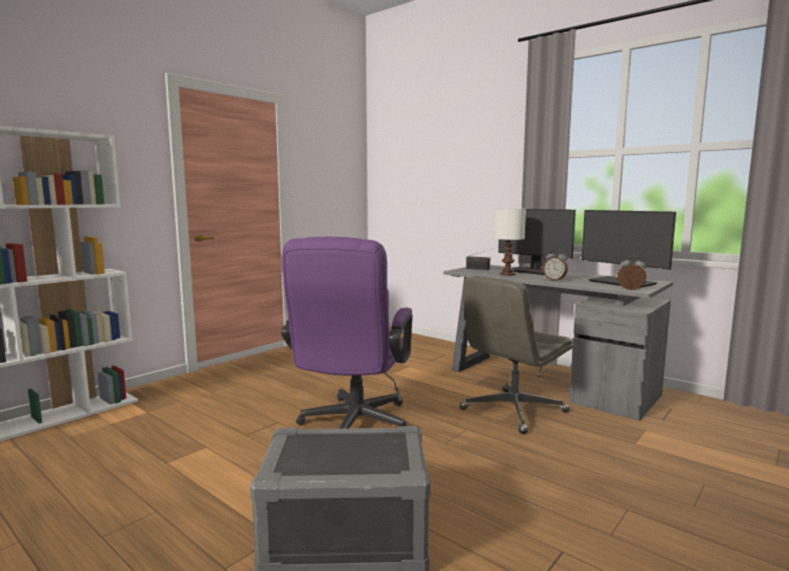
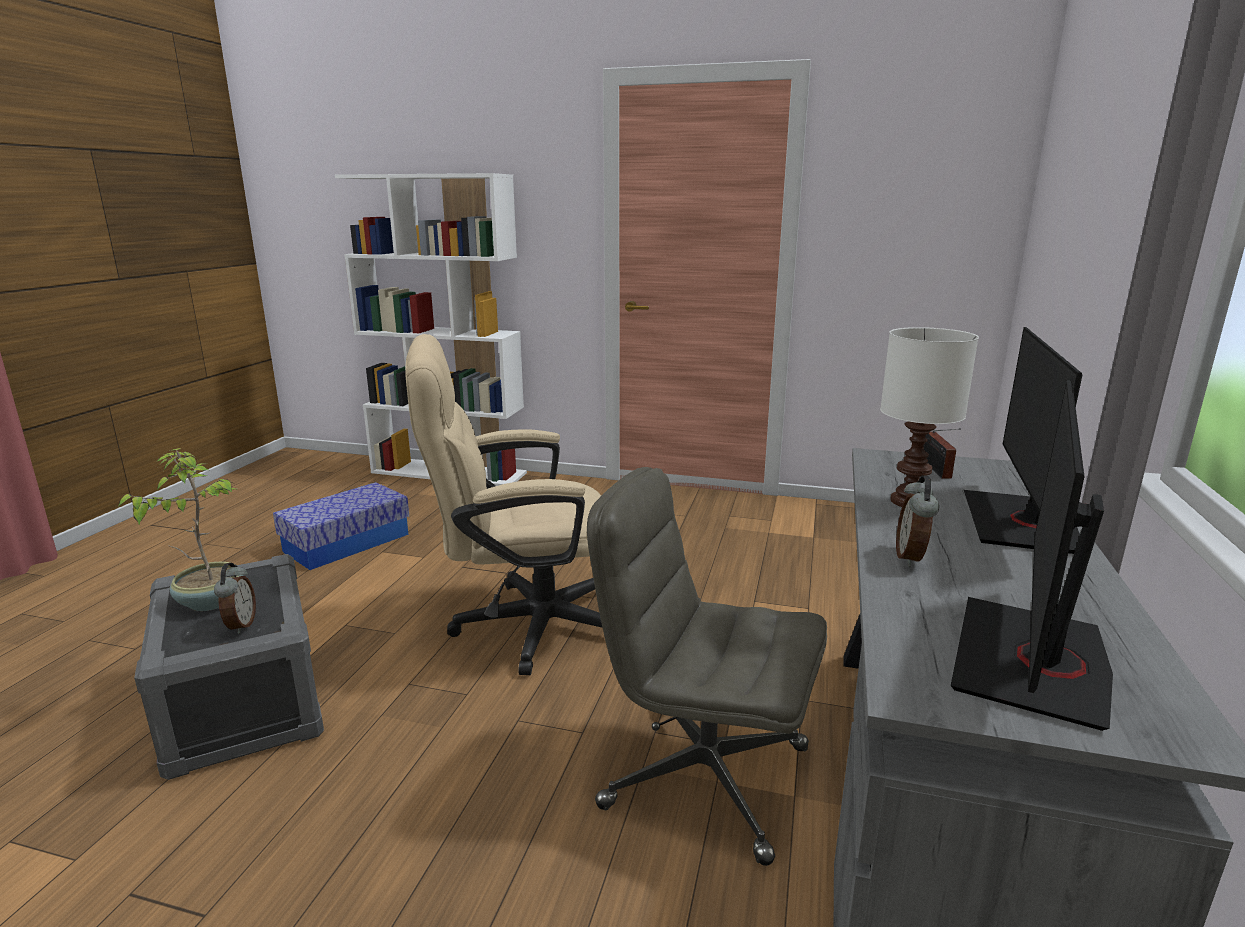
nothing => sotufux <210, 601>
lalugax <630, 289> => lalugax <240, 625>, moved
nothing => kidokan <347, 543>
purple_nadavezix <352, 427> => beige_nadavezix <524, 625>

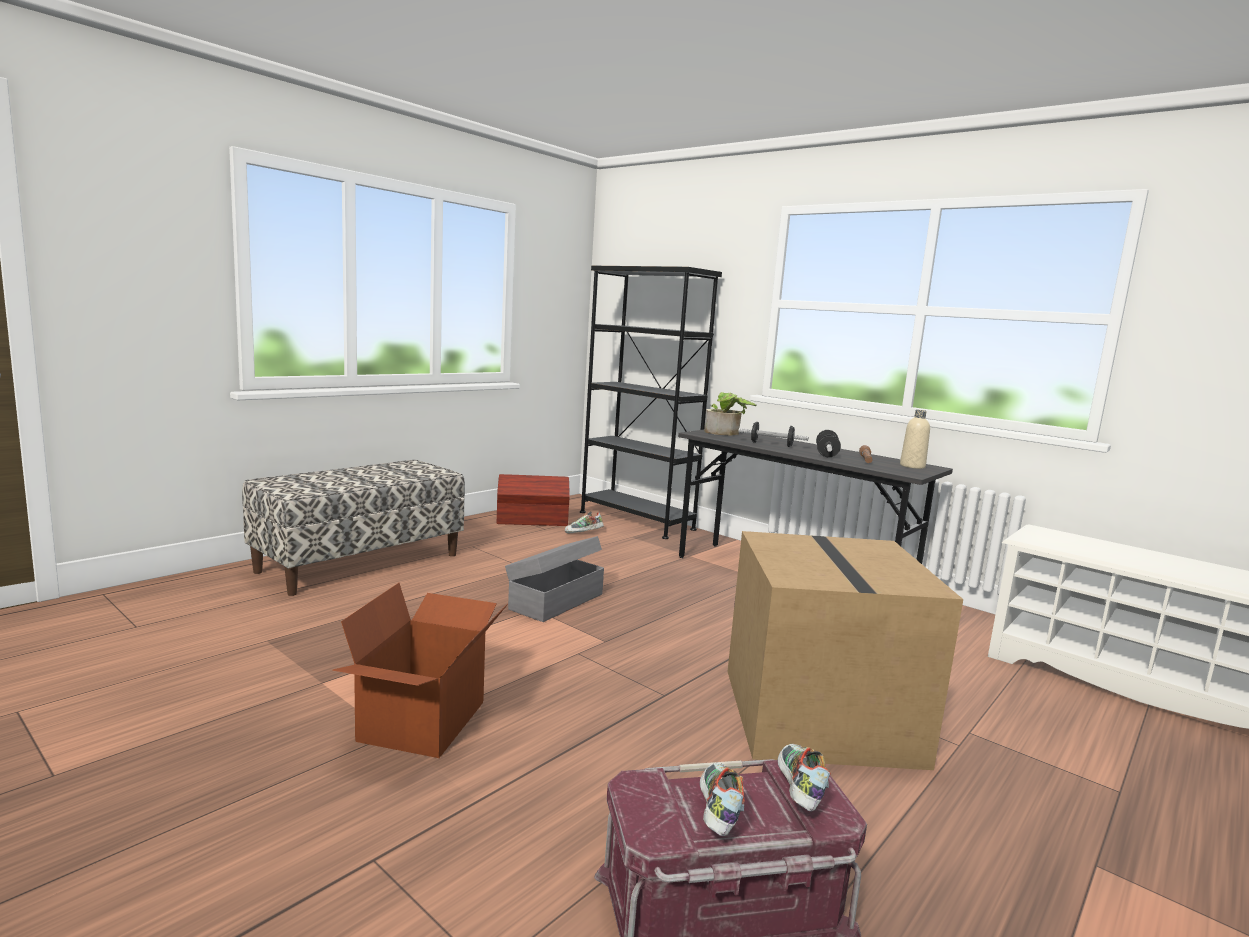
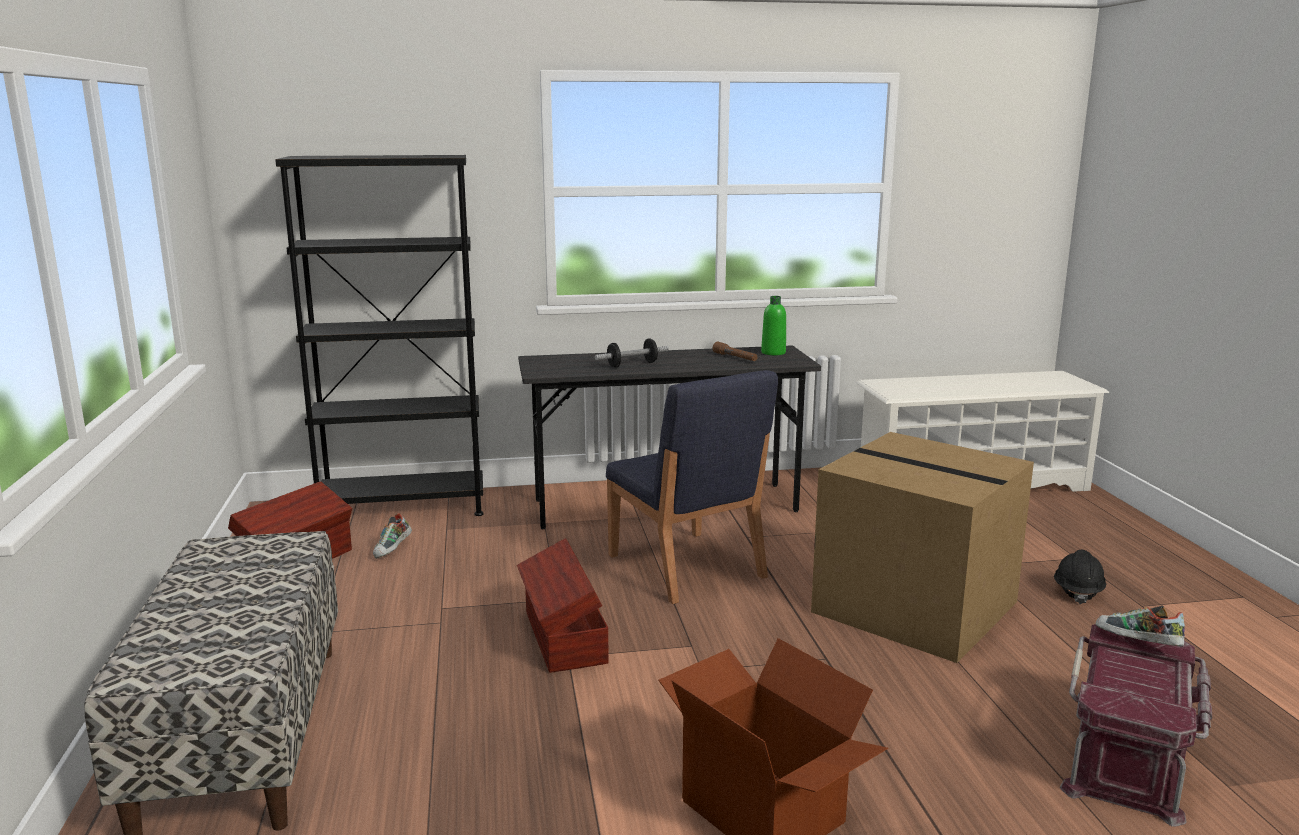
grey_kidokan <555, 601> => brown_kidokan <563, 638>
nothing => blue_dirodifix <686, 567>
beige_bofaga <912, 466> => green_bofaga <773, 353>
nothing => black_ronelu <1077, 591>
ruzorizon <717, 813> => nothing
sotufux <726, 433> => nothing
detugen <826, 454> => nothing

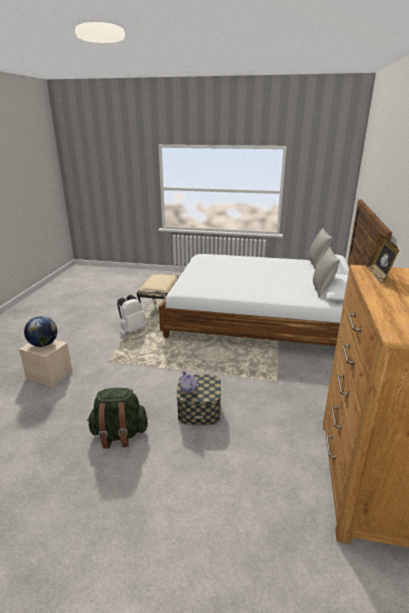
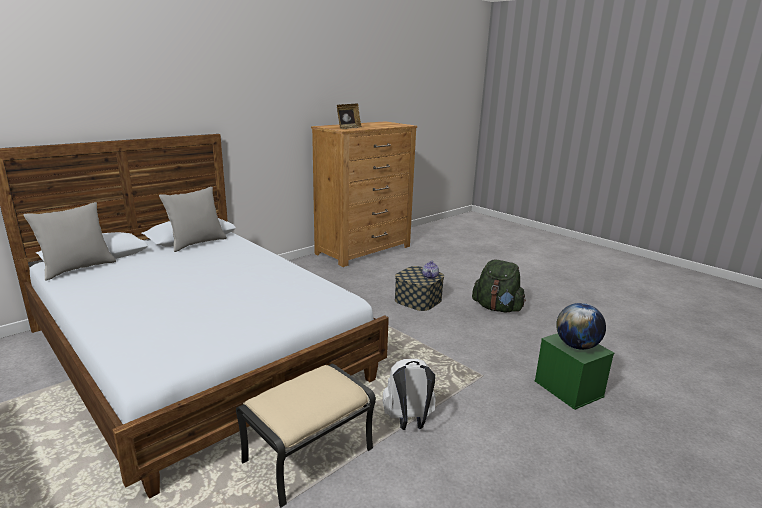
beige_kidokan <50, 374> => green_kidokan <567, 388>

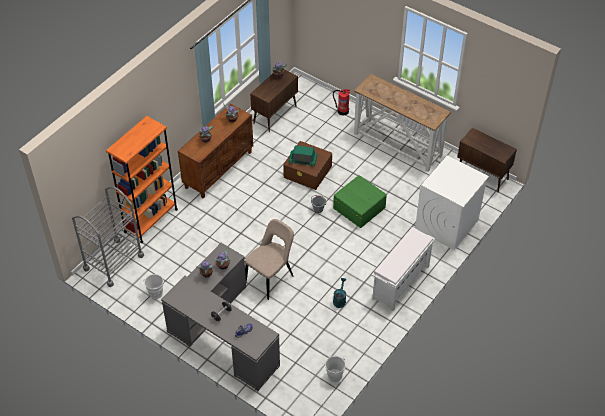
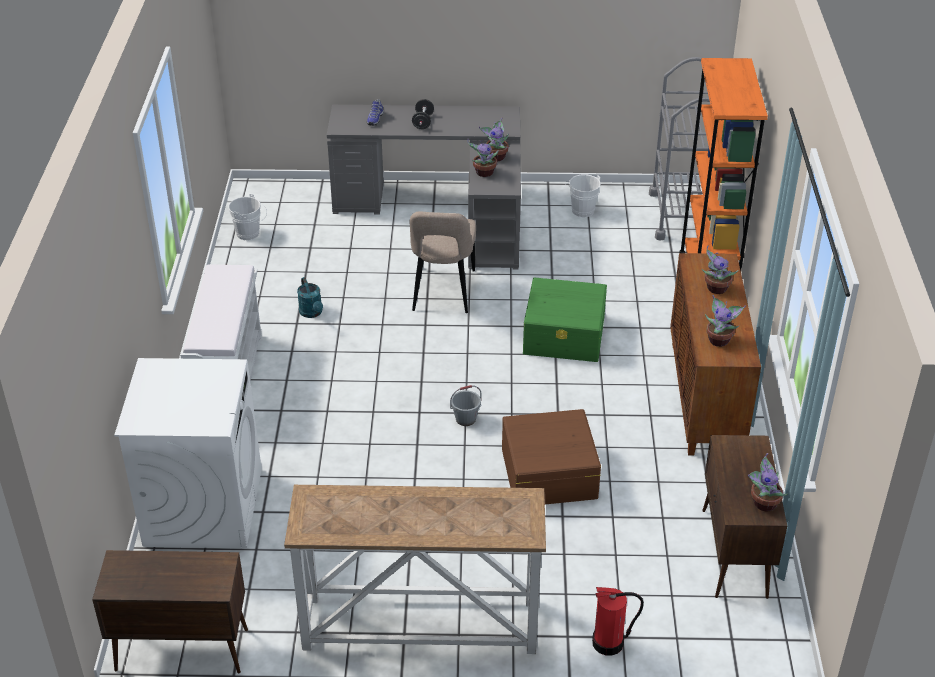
green_kidokan <359, 207> => green_kidokan <565, 334>, moved
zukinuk <303, 160> => nothing

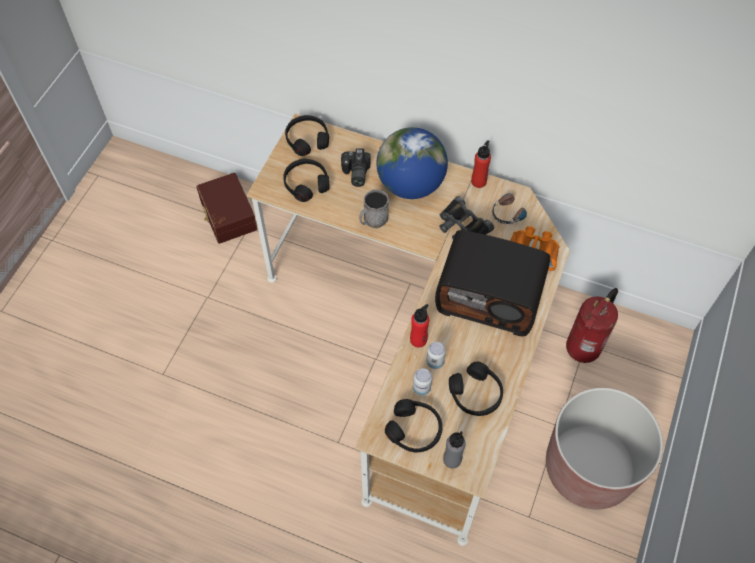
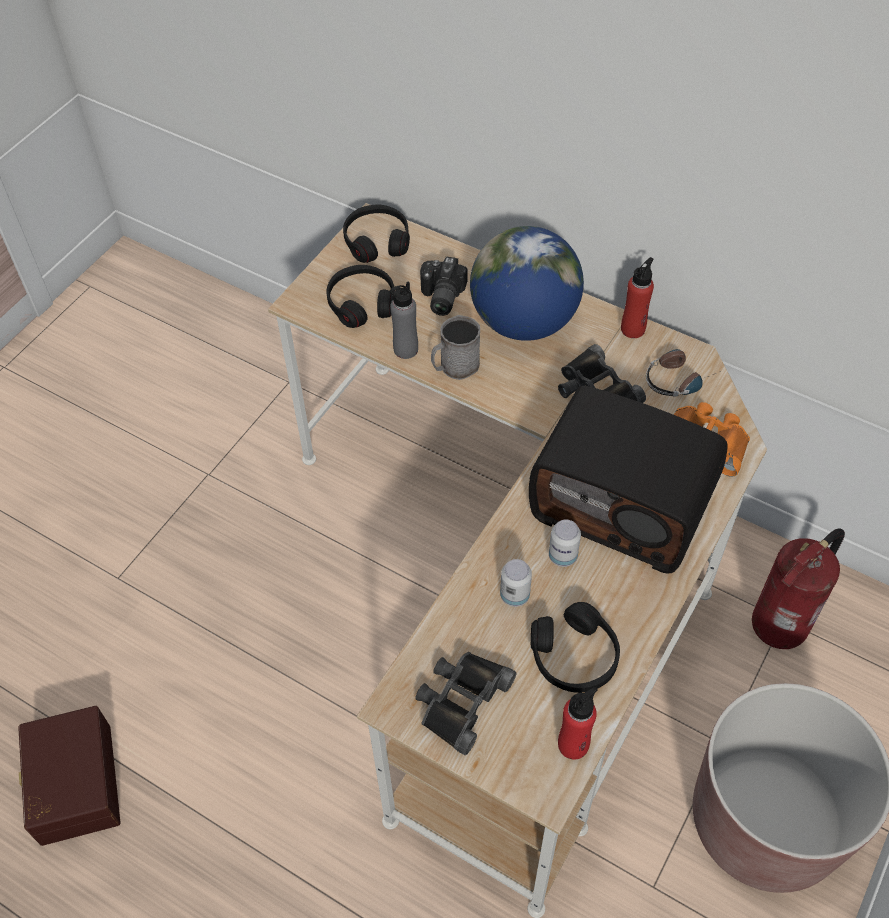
brown_kidokan <227, 216> => brown_kidokan <73, 784>, moved
grey_bofaga <452, 459> => grey_bofaga <405, 349>, moved
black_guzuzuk <414, 429> => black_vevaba <461, 700>
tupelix <421, 388> => tupelix <562, 556>, moved
red_bofaga <418, 339> => red_bofaga <573, 744>, moved

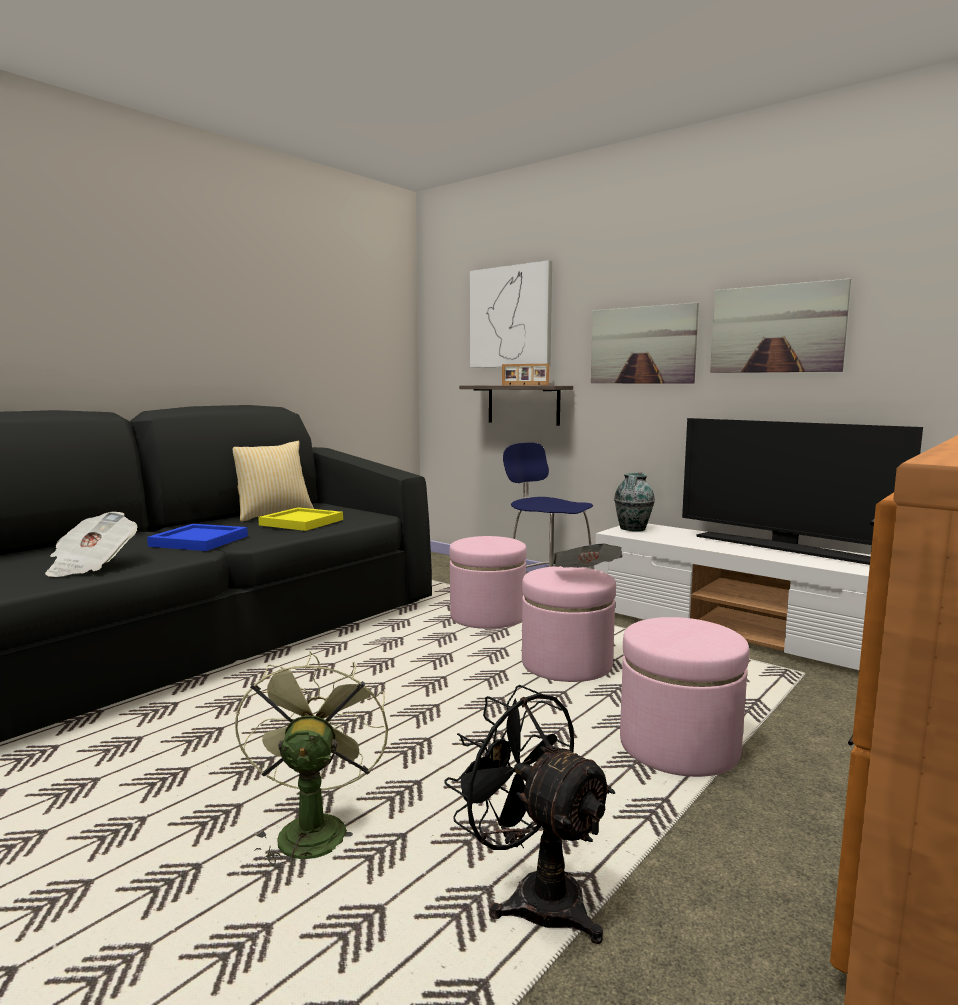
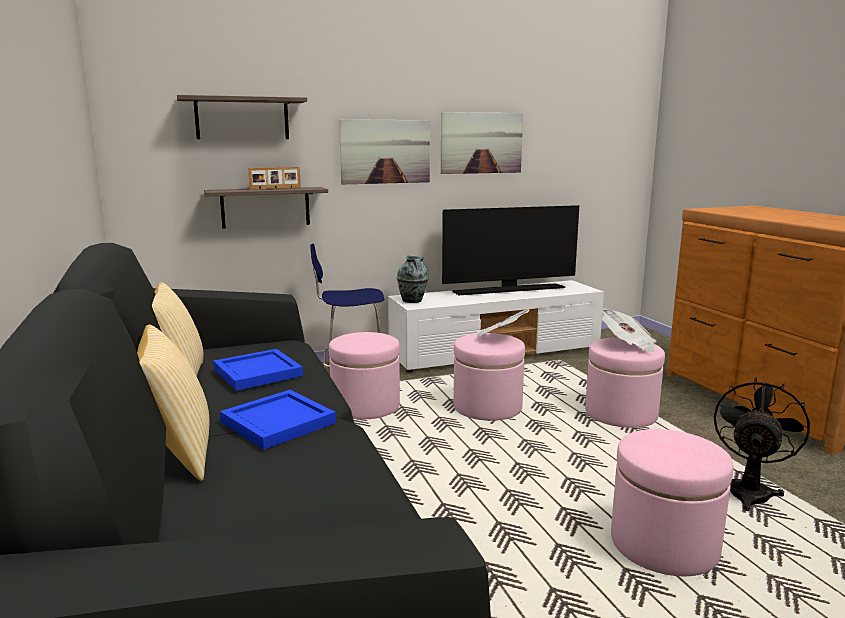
nothing => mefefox <178, 454>
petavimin <510, 317> => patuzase <242, 118>
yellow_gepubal <303, 522> => blue_gepubal <258, 372>
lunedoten <91, 566> => lunedoten <628, 345>, moved
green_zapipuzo <312, 828> => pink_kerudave <664, 544>
black_zapipuzo <534, 896> => black_zapipuzo <750, 491>, 135 degrees clockwise

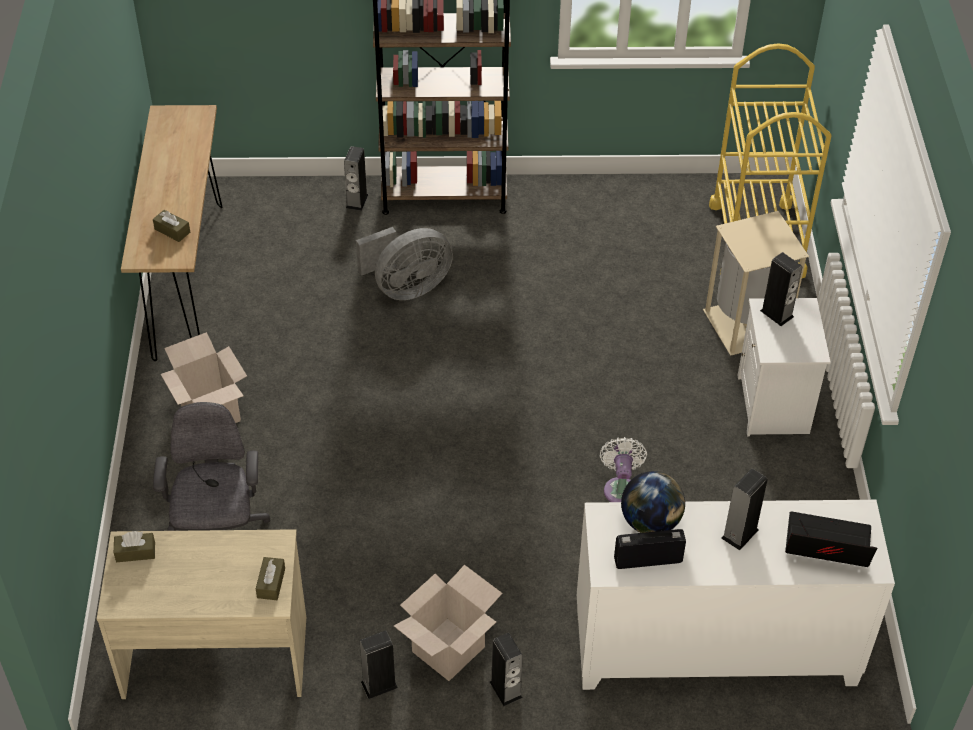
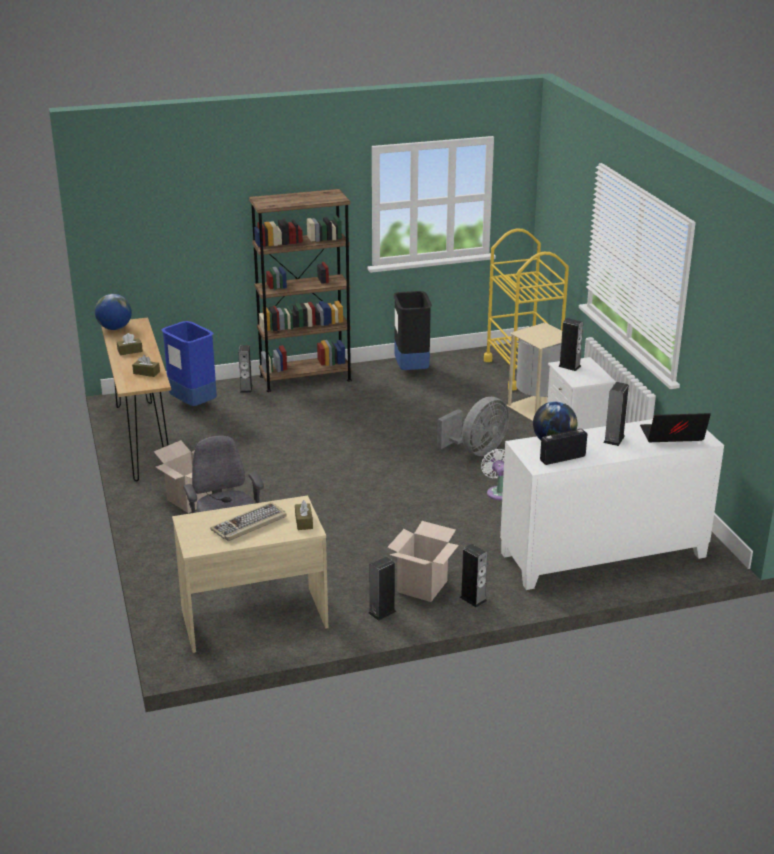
nothing => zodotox <115, 328>
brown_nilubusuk <135, 552> => brown_nilubusuk <130, 351>, moved
nothing => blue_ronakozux <193, 404>
nothing => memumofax <249, 524>
nothing => black_ronakozux <411, 370>
grey_zapipuzo <407, 287> => grey_zapipuzo <476, 451>, moved

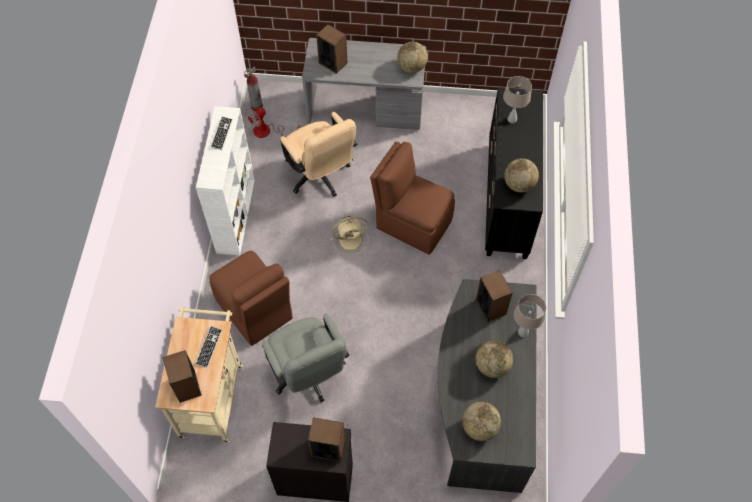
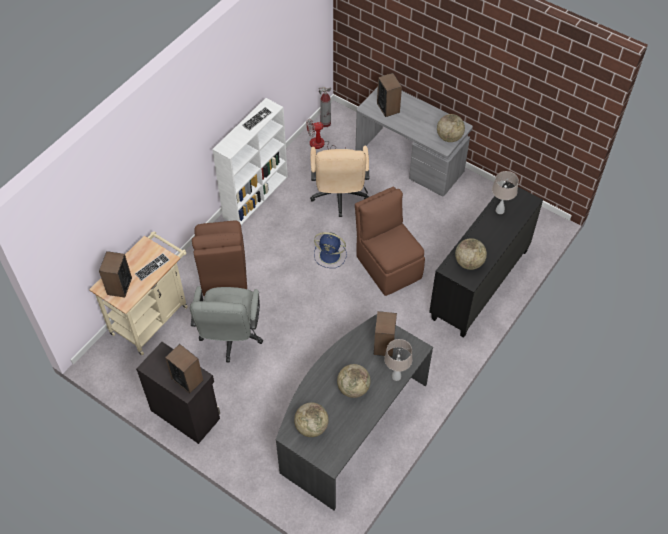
beige_zapipuzo <351, 239> => blue_zapipuzo <331, 255>

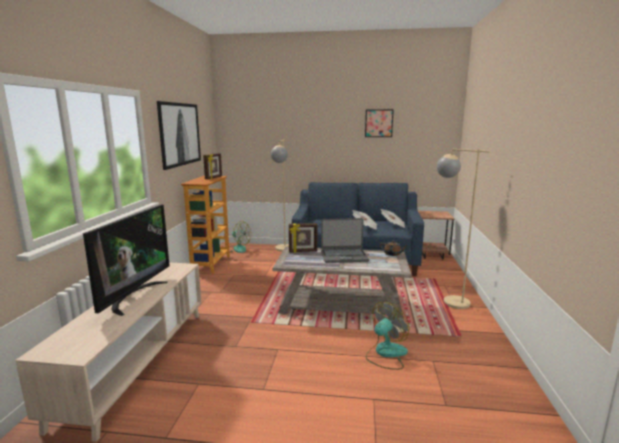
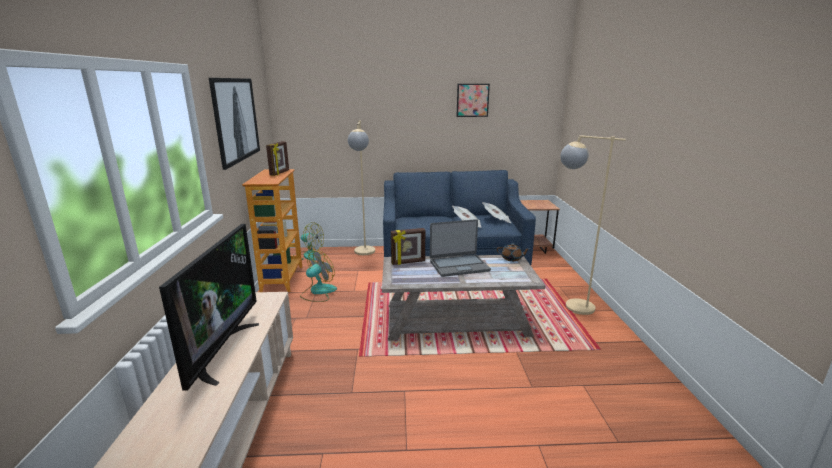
zapipuzo <386, 354> => zapipuzo <318, 292>, moved

